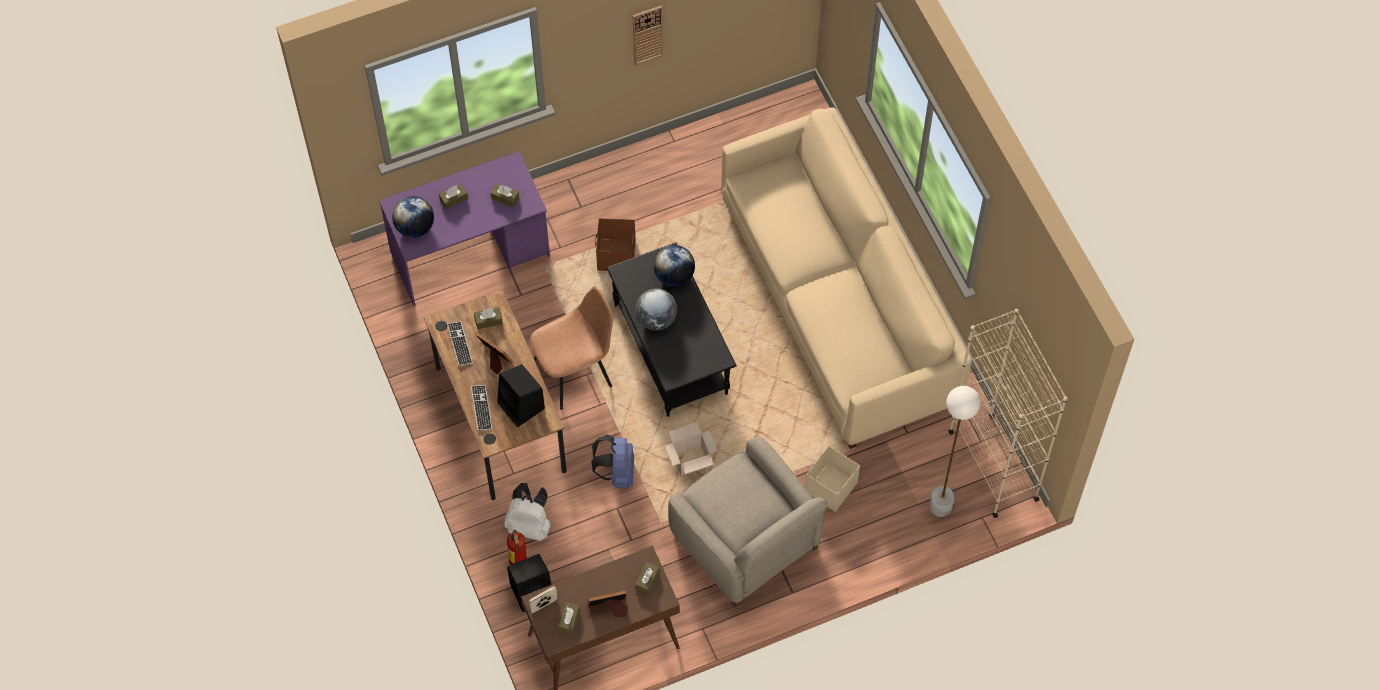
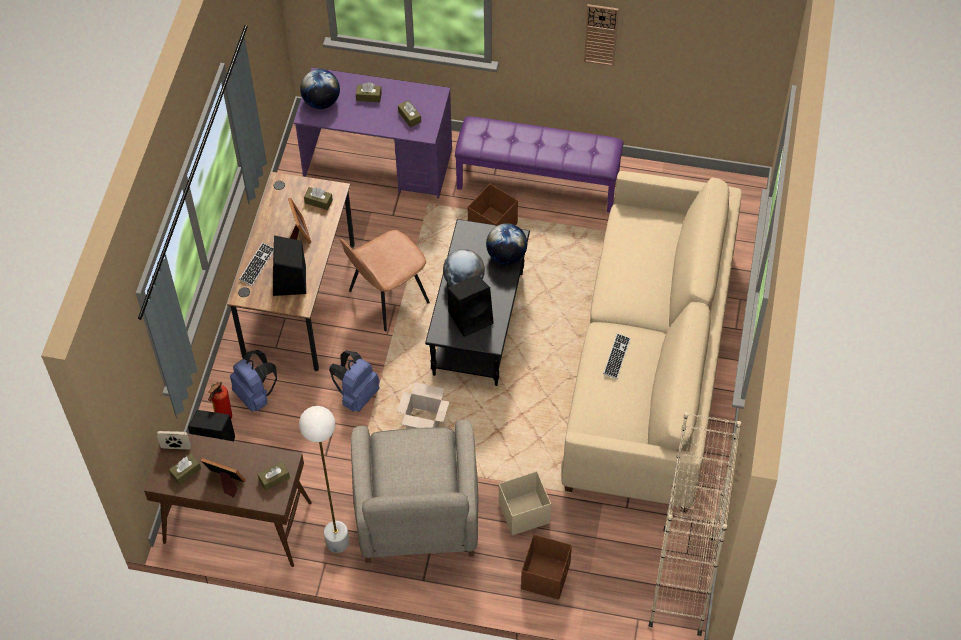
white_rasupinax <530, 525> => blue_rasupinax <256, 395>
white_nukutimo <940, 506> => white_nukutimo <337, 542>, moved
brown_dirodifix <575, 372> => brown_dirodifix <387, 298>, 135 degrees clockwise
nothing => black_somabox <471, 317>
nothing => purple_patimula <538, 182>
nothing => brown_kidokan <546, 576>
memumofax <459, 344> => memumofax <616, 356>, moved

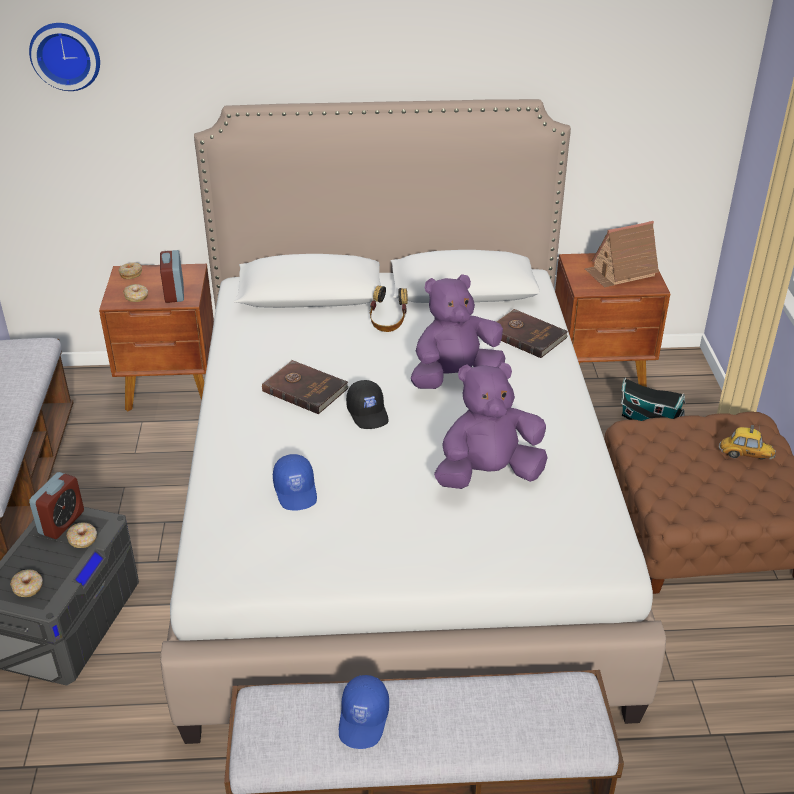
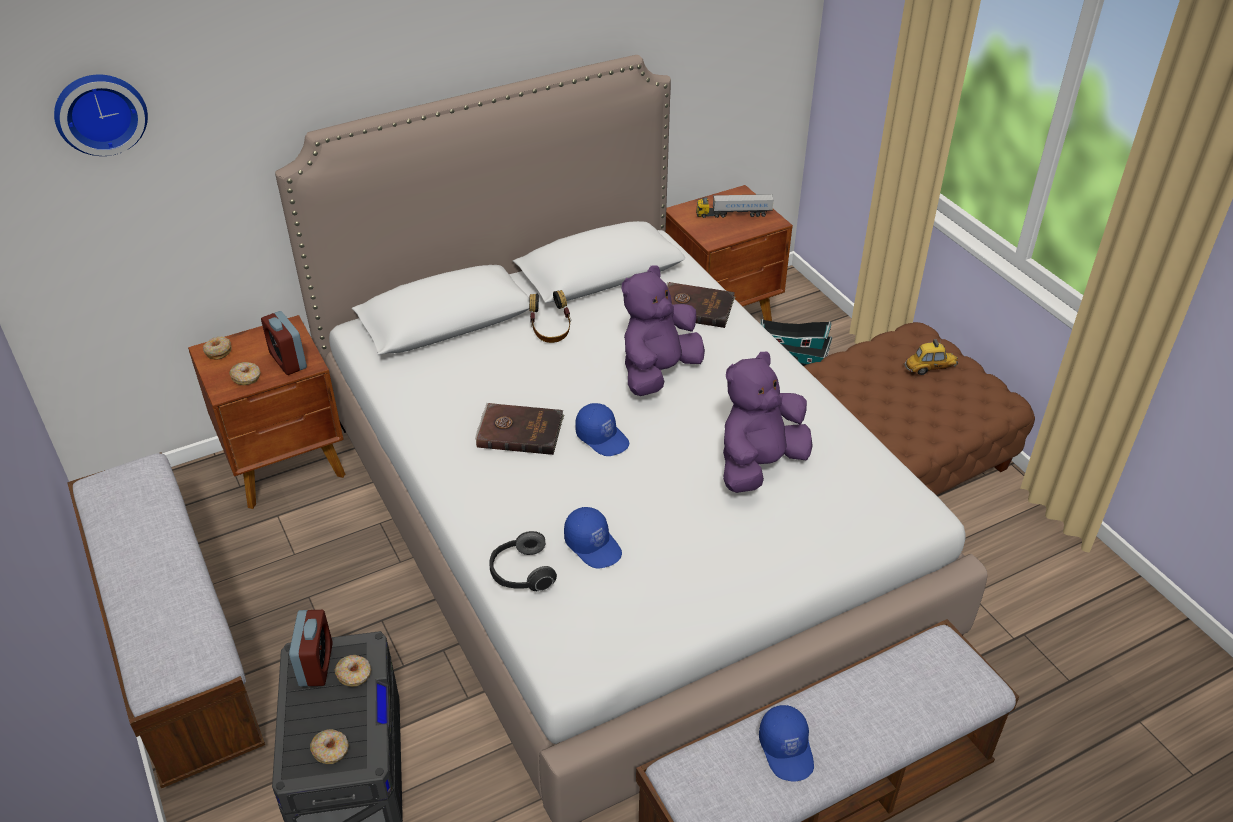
nothing => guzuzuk <521, 573>
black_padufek <368, 413> => blue_padufek <603, 437>
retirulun <620, 272> => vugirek <733, 214>

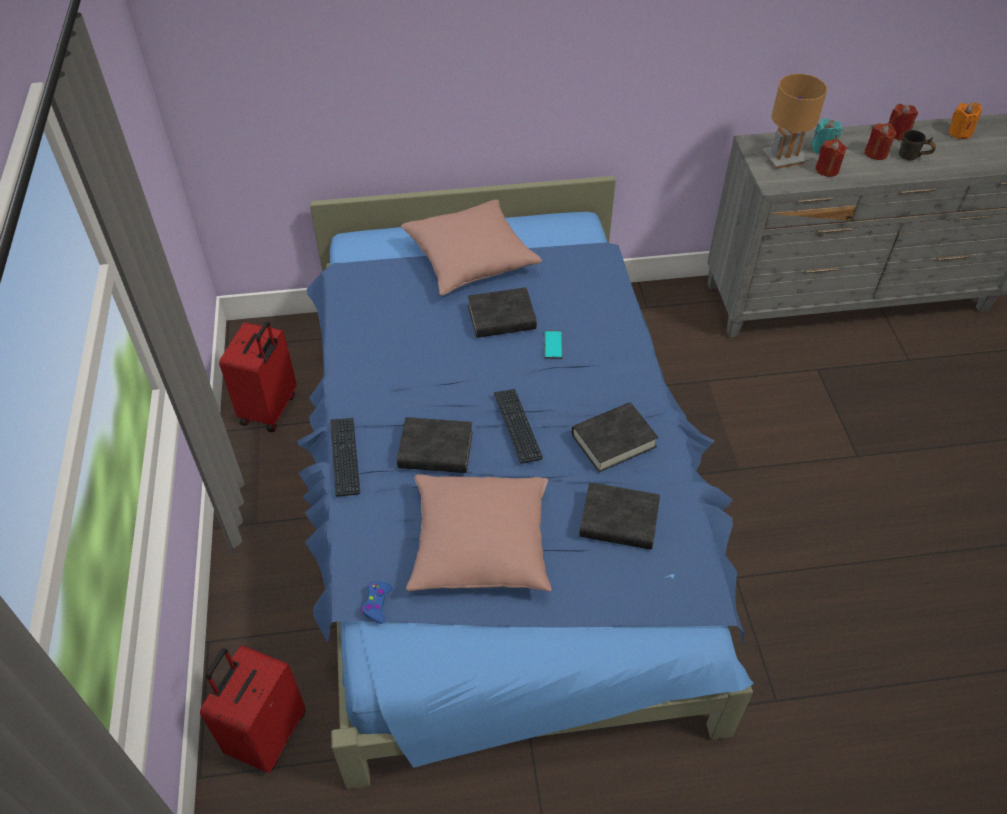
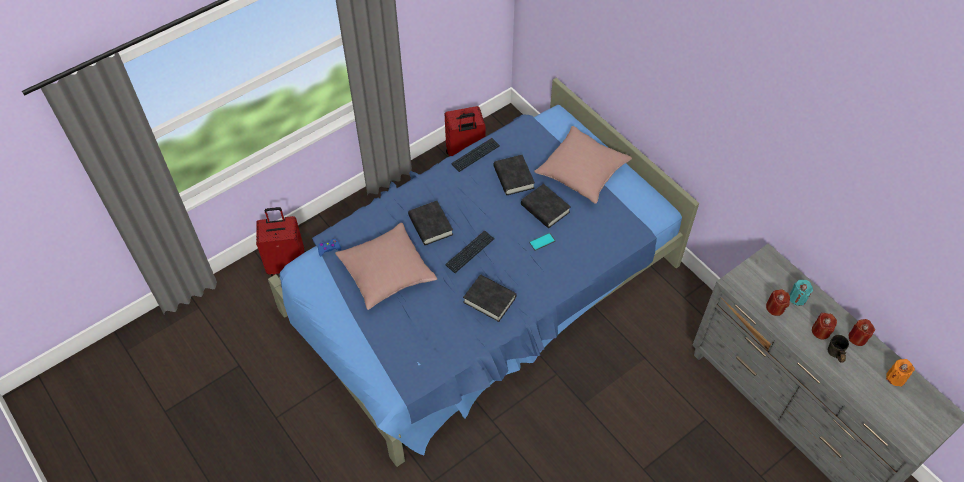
memumofax <345, 457> => memumofax <475, 155>, moved
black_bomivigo <619, 521> => black_bomivigo <513, 177>, moved
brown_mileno <784, 158> => nothing

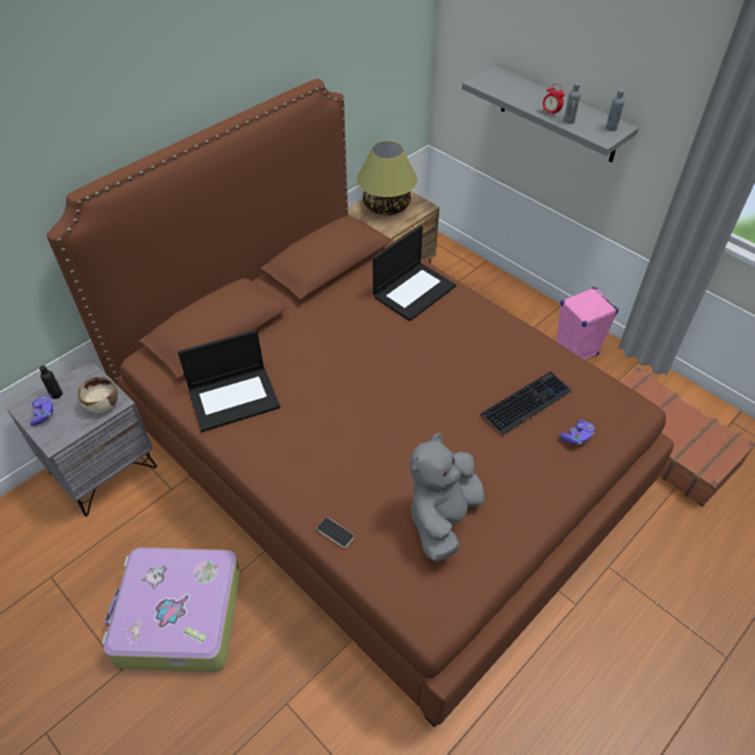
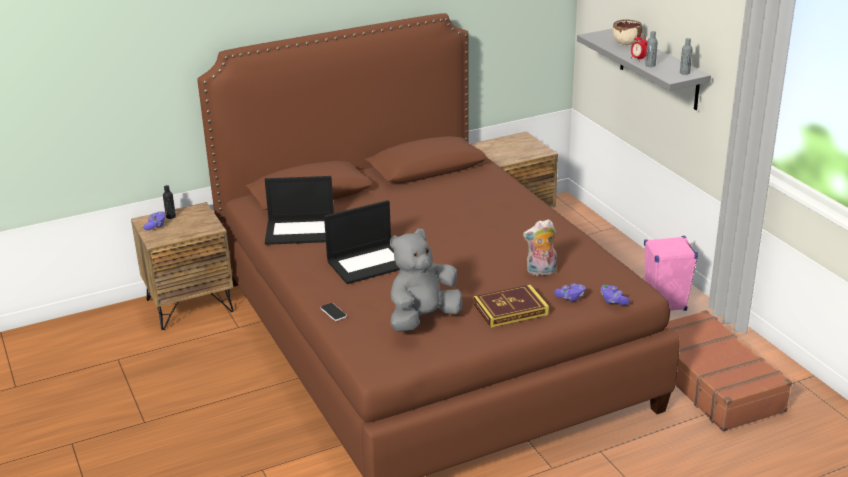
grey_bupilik <103, 469> => brown_bupilik <189, 305>
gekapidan <414, 290> => gekapidan <369, 263>, moved
nothing => bomivigo <510, 310>
memumofax <526, 403> => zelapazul <540, 272>
nothing => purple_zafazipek <613, 301>
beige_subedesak <102, 405> => beige_subedesak <626, 43>, moved
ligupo <178, 617> => nothing
mileno <386, 207> => nothing

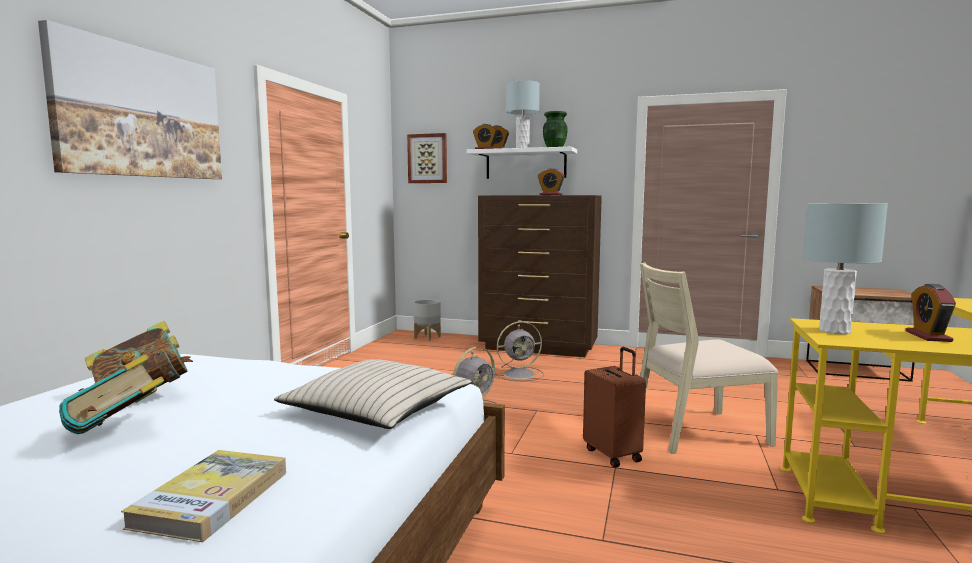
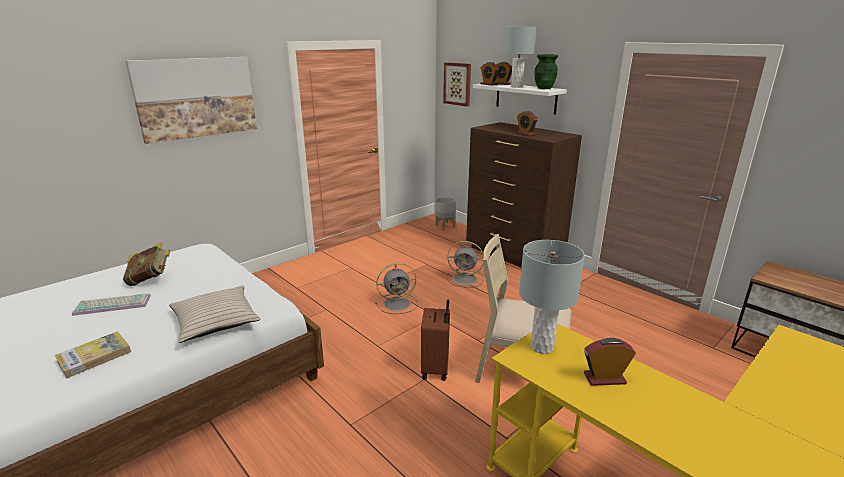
bomivigo <116, 435> => memumofax <114, 304>
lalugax <928, 336> => lalugax <604, 378>, 45 degrees clockwise

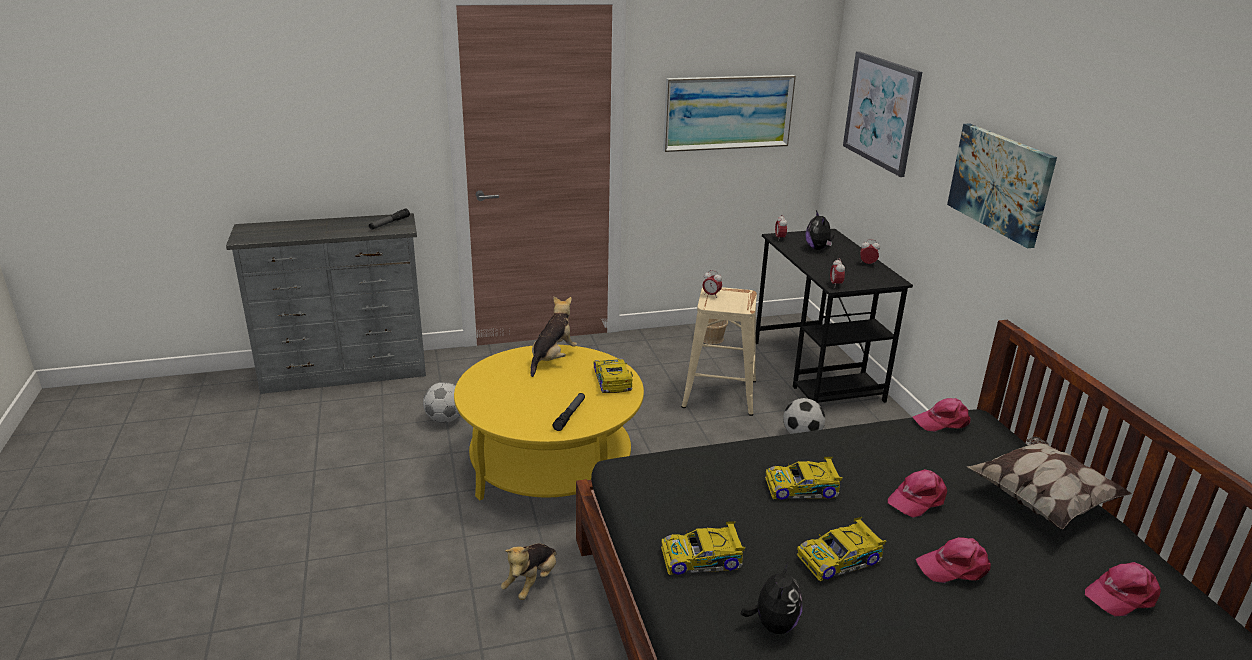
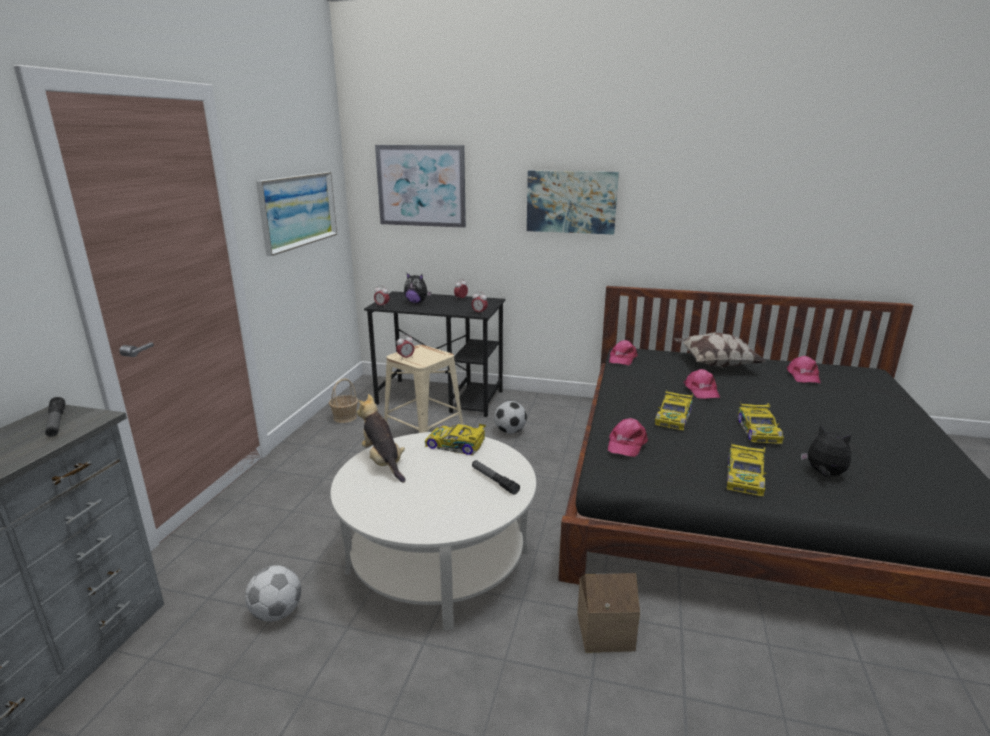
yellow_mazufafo <551, 465> => white_mazufafo <438, 561>
zelapazul <531, 582> => retirulun <604, 629>
pink_padufek <954, 567> => pink_padufek <626, 444>, moved

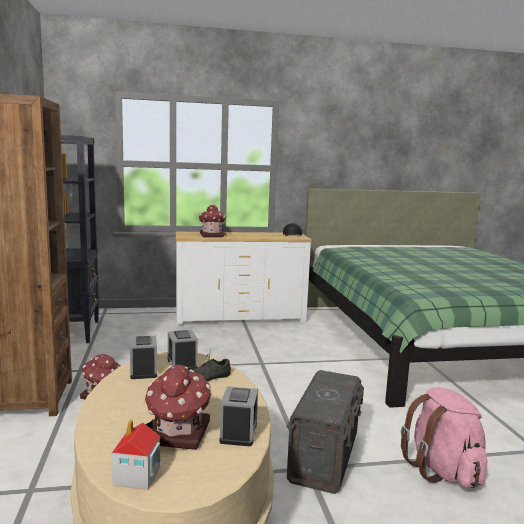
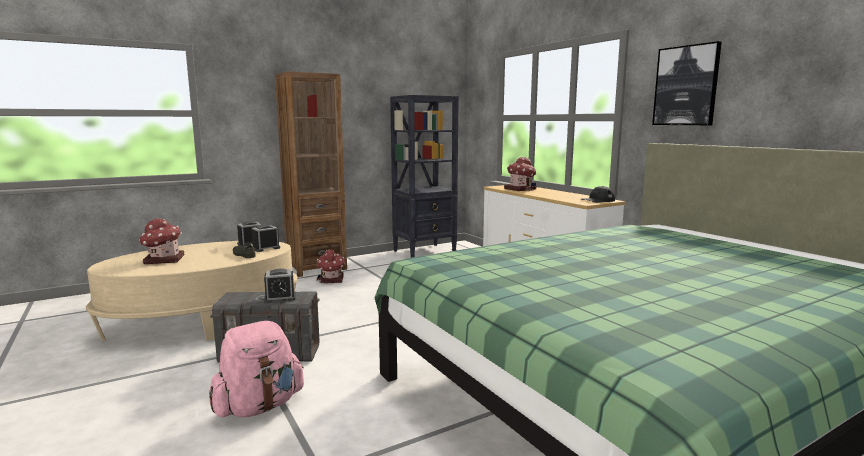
lalugax <238, 432> => lalugax <280, 298>, moved
nothing => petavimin <686, 86>
retirulun <136, 476> => nothing

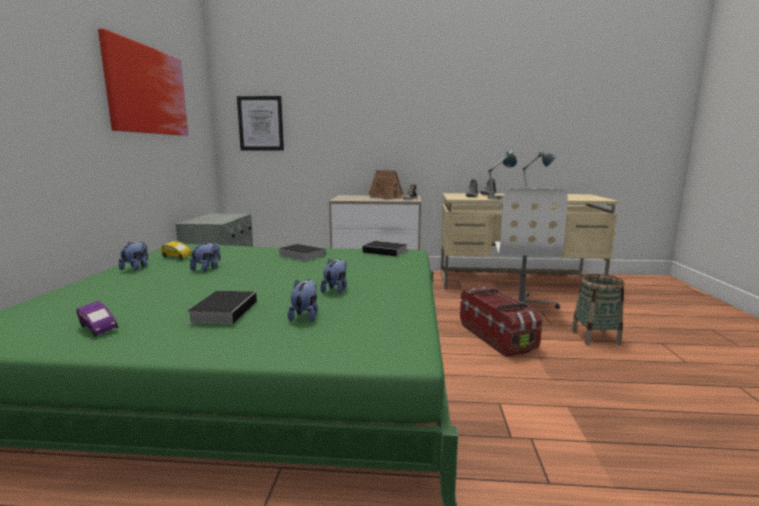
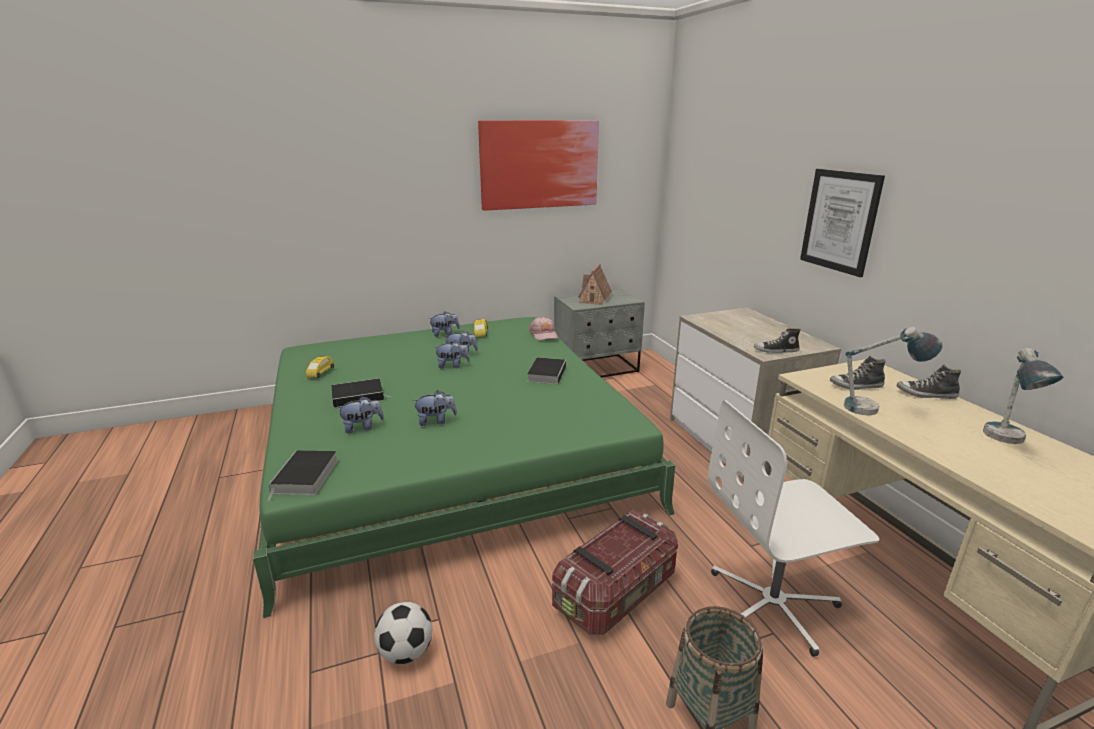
bomivigo <386, 251> => bomivigo <305, 477>, moved
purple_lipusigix <97, 329> => yellow_lipusigix <320, 373>
nothing => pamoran <406, 653>
nothing => zelapazul <452, 366>
nothing => pink_padufek <544, 334>
retirulun <387, 197> => retirulun <594, 298>, moved
petavimin <261, 123> => petavimin <840, 221>, moved

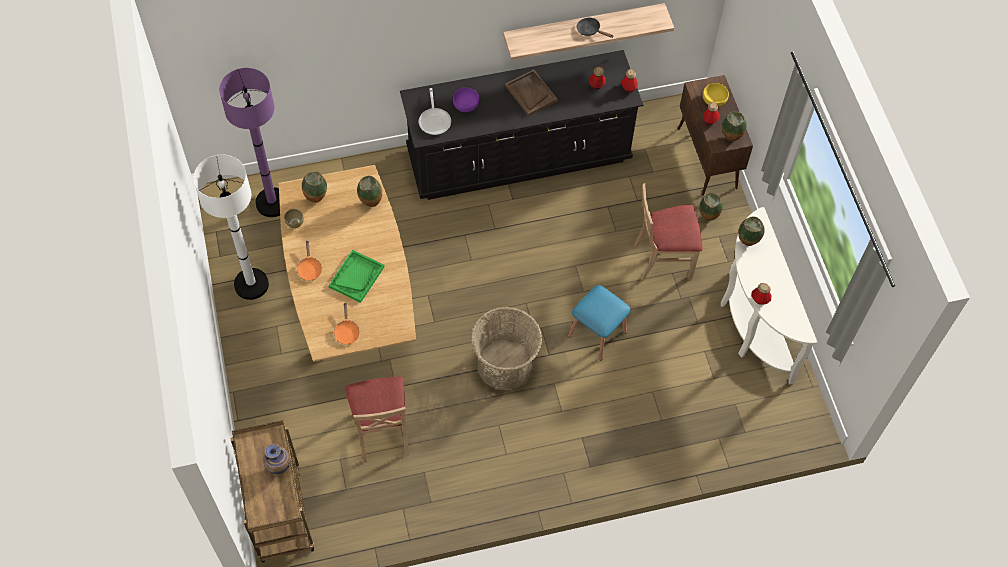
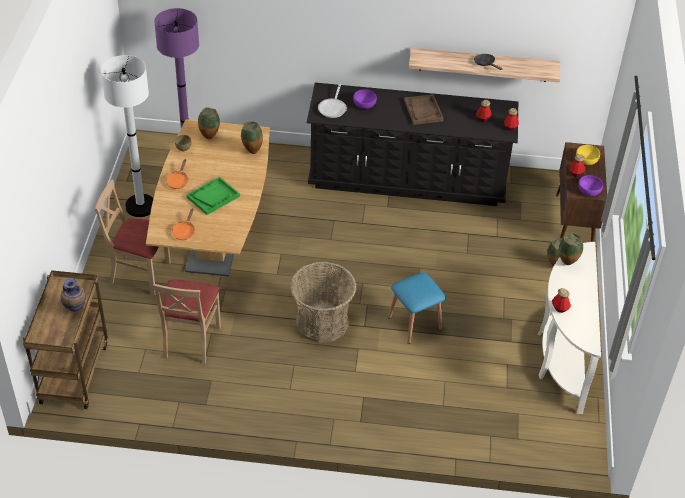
beige_dirodifix <663, 259> => beige_dirodifix <140, 273>, moved
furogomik <730, 139> => purple_subedesak <589, 191>

